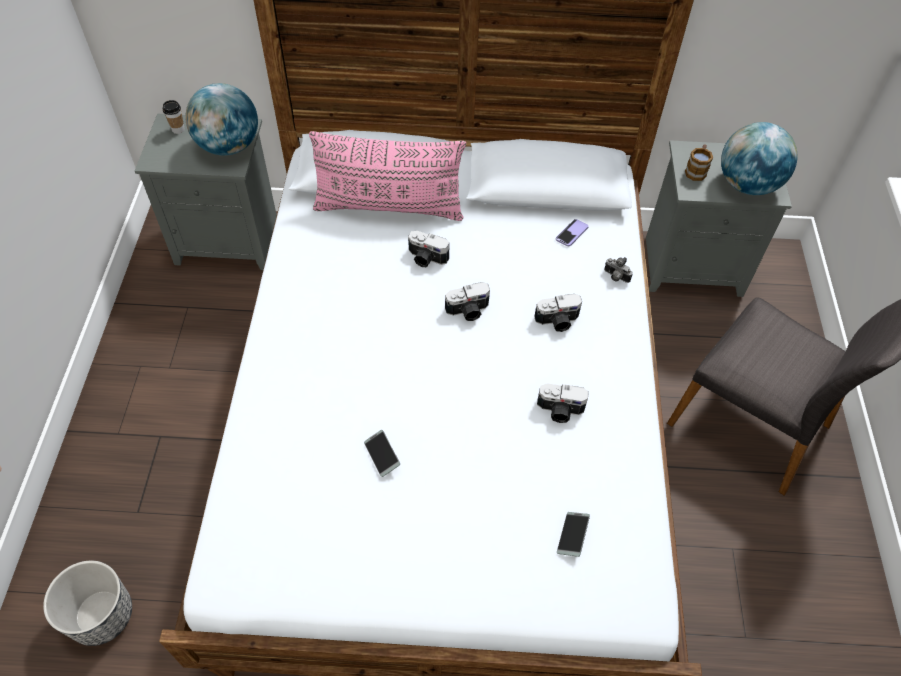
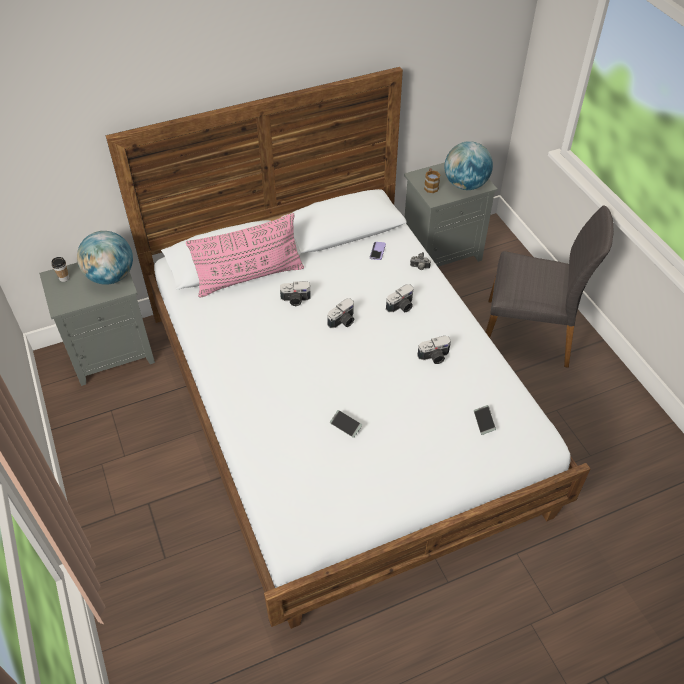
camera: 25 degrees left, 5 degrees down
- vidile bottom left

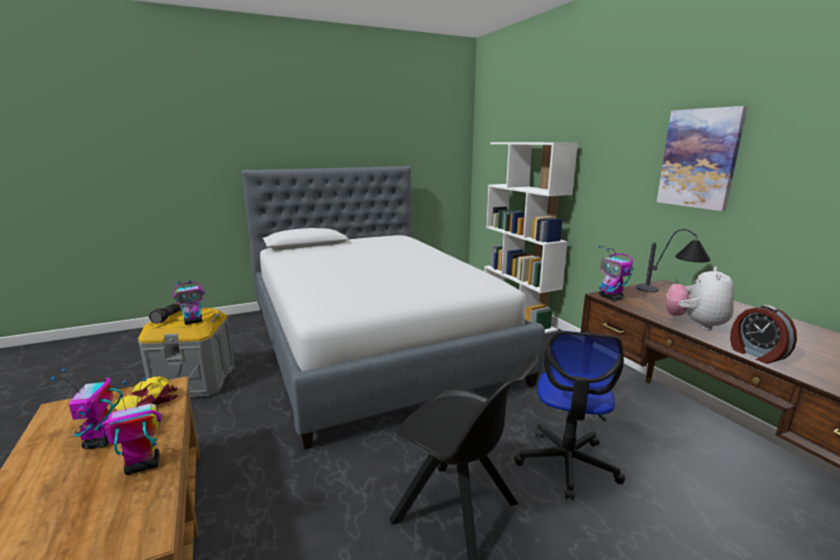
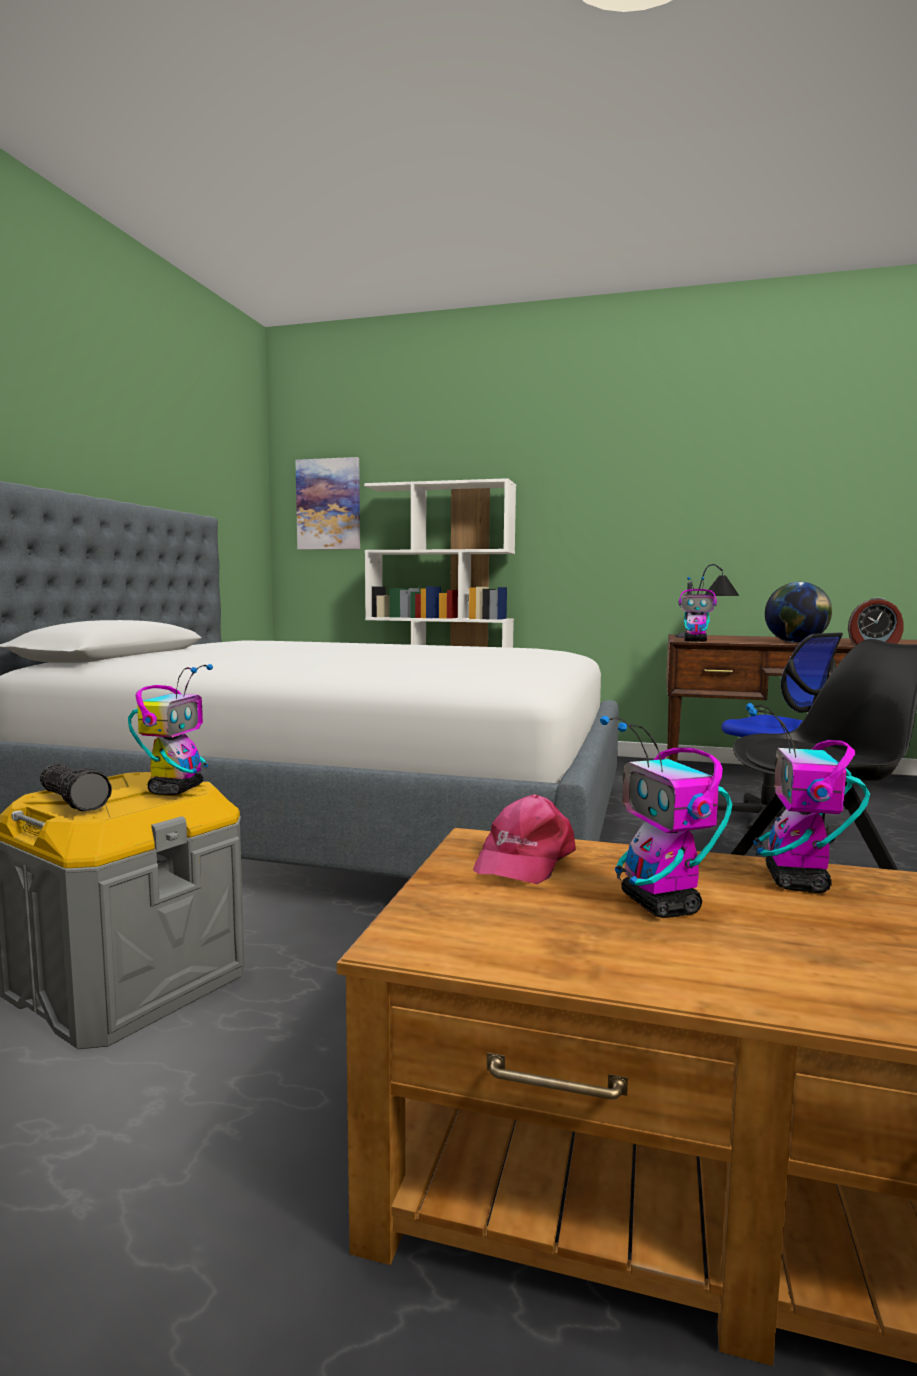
camera: 50 degrees left, 10 degrees down
~ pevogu top right to centre
~ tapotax middle right to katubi middle right
~ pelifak (no. 1 from left in the first image) bottom left = middle right 45 degrees clockwise
~ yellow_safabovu bottom left to pink_safabovu centre

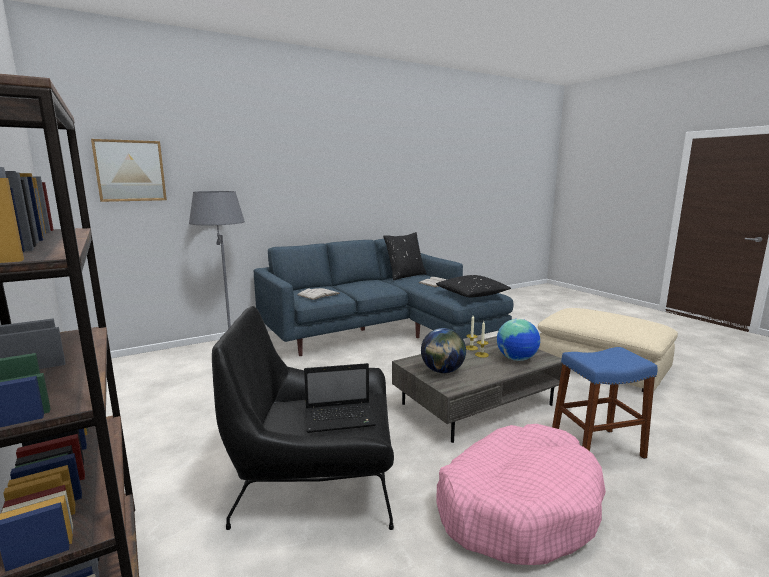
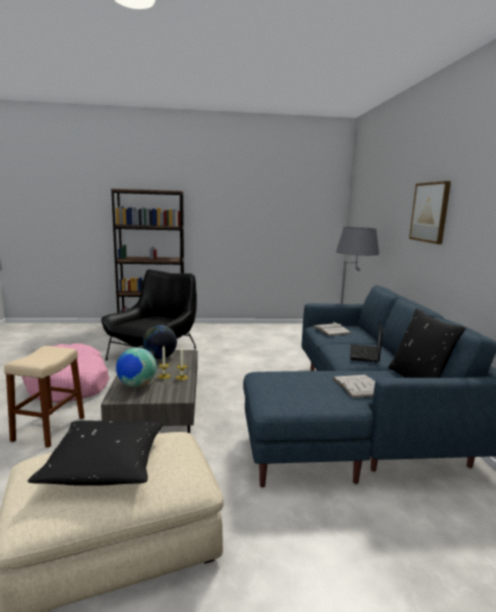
camera: 115 degrees right, 0 degrees up
~ pevogu top left to middle right
~ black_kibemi (no. 2 from left in the first image) centre to black_kibemi (no. 1 from left) bottom left
~ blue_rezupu bottom right to beige_rezupu middle left
~ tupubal bottom centre to middle right

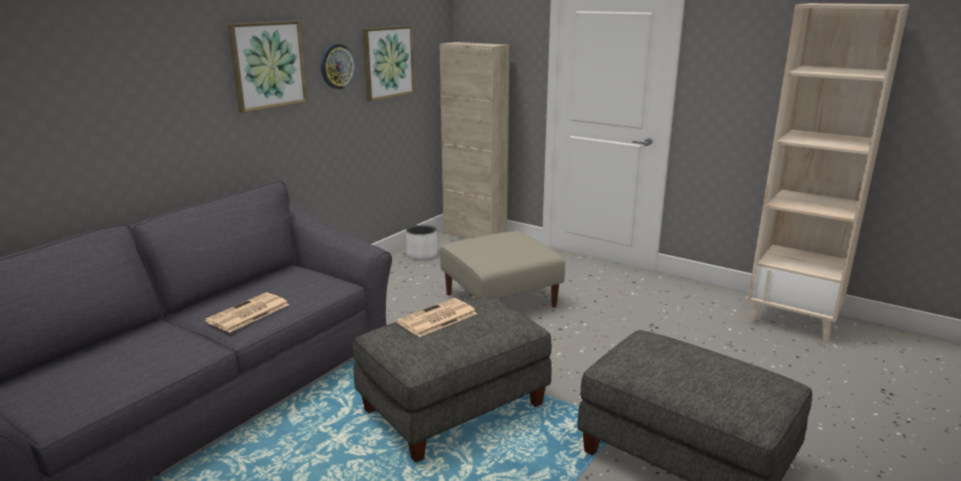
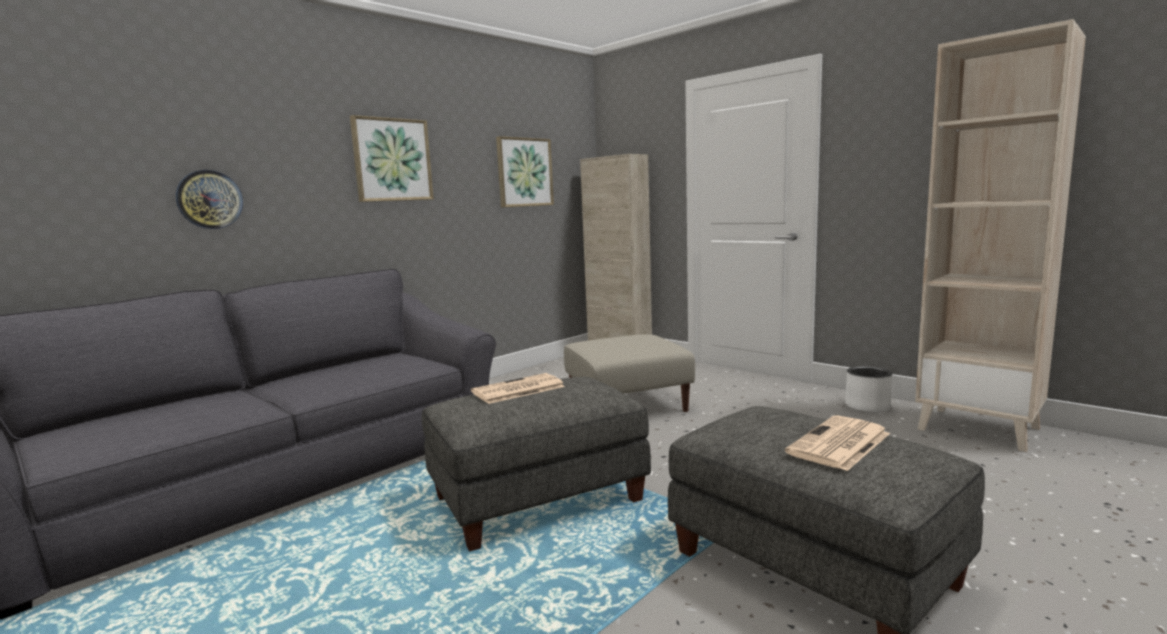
camera: 10 degrees right, 10 degrees down
~ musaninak top centre to top left
~ white_vidile centre to middle right
~ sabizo (no. 1 from left in the first image) middle left to sabizo (no. 2 from left) bottom right

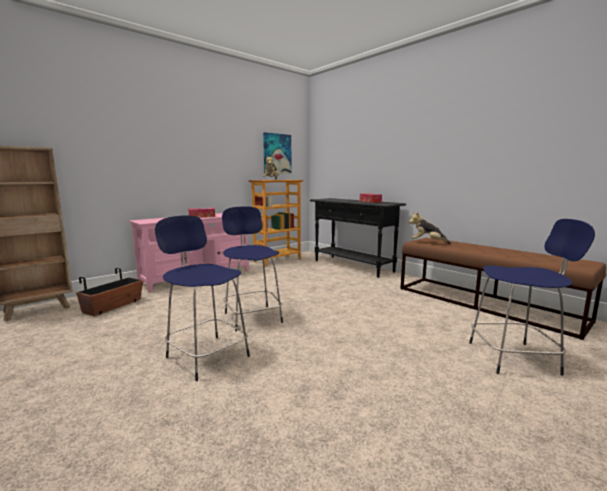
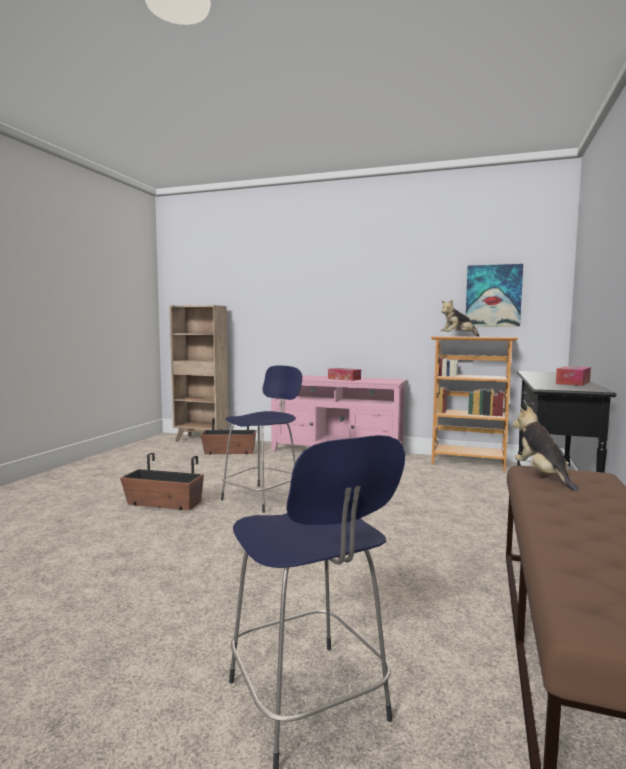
camera: 60 degrees right, 5 degrees down
~ blue_rezupu (no. 1 from left) middle left to vidile (no. 1 from left) middle left

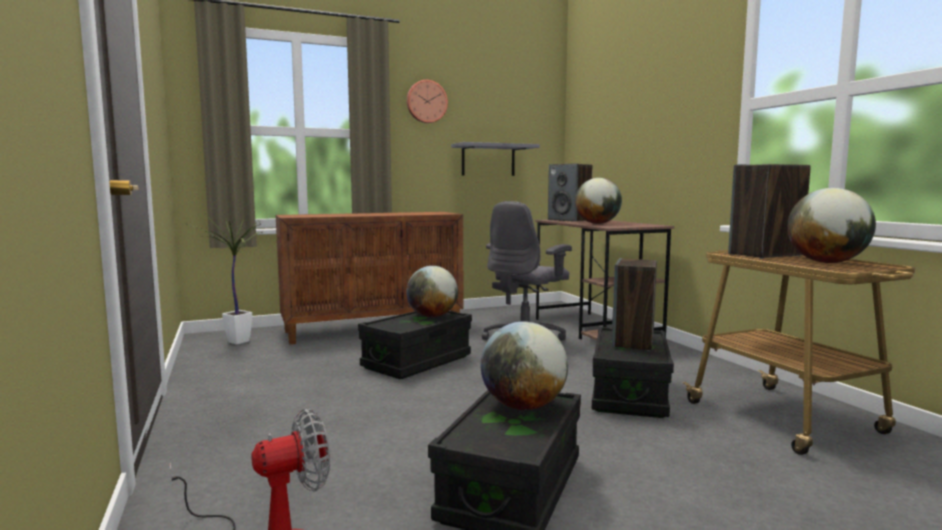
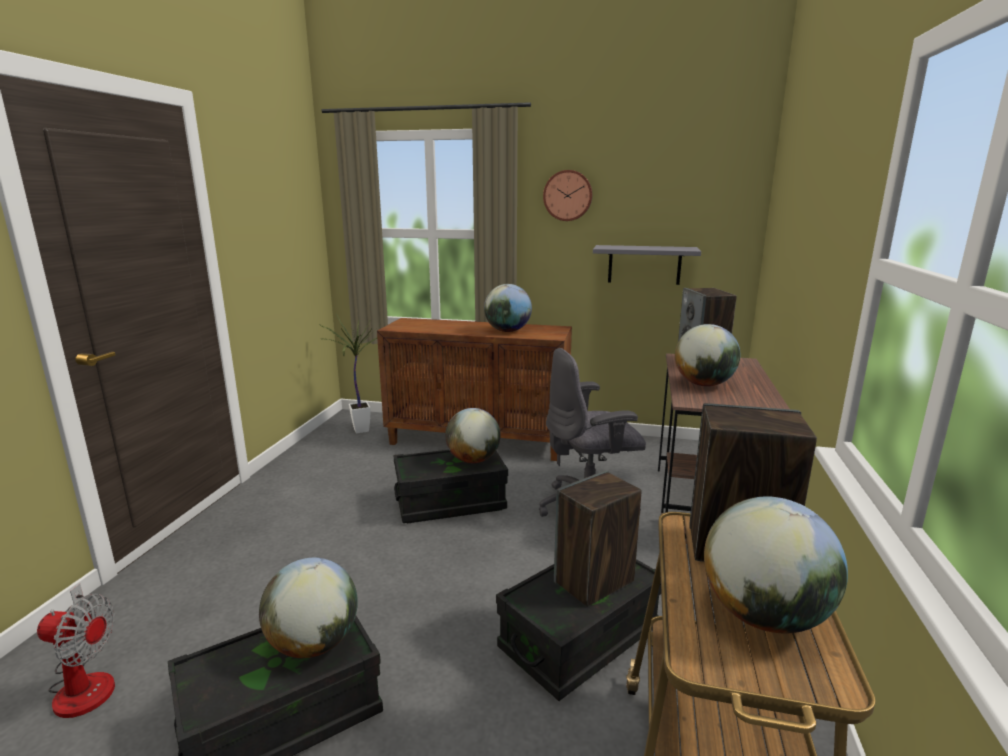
camera: 35 degrees right, 10 degrees up
+ katubi (no. 3 from left) centre

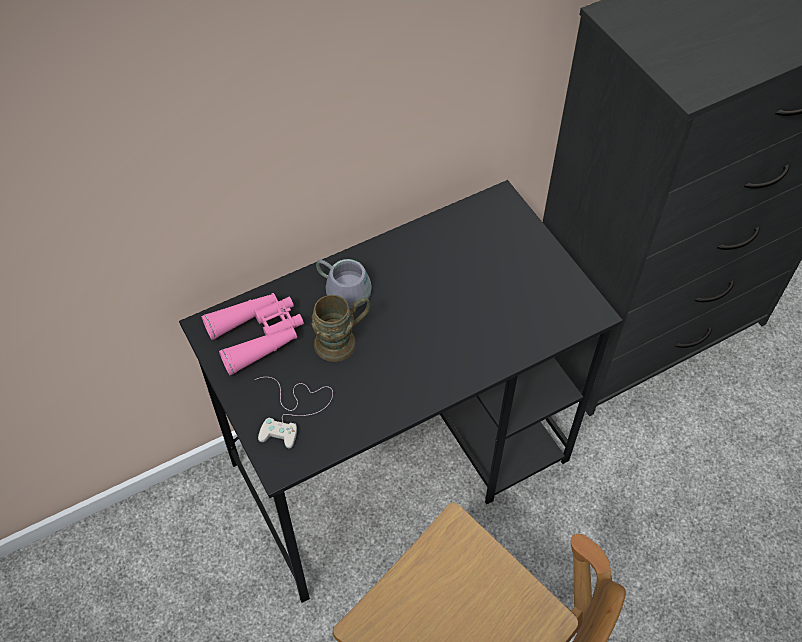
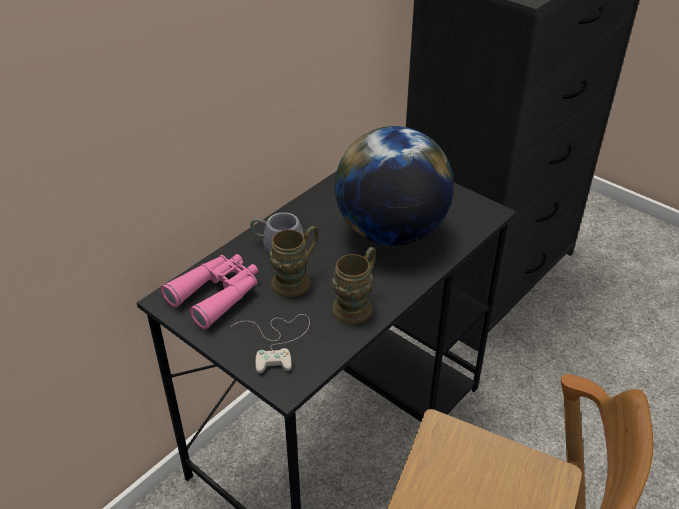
camera: 20 degrees left, 15 degrees down
+ katubi centre
+ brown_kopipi (no. 2 from left) centre

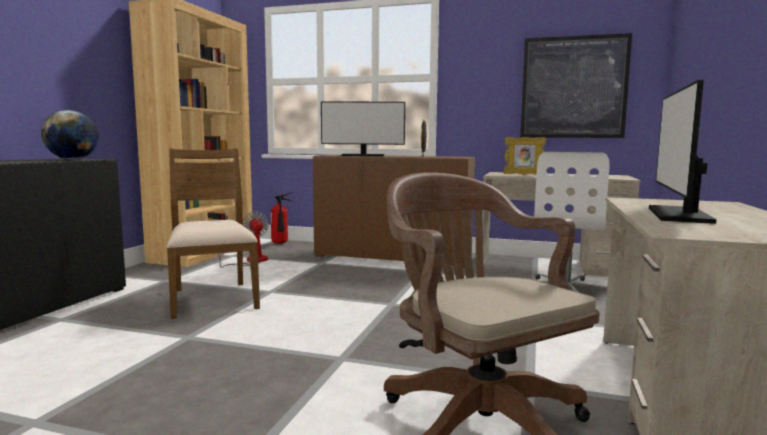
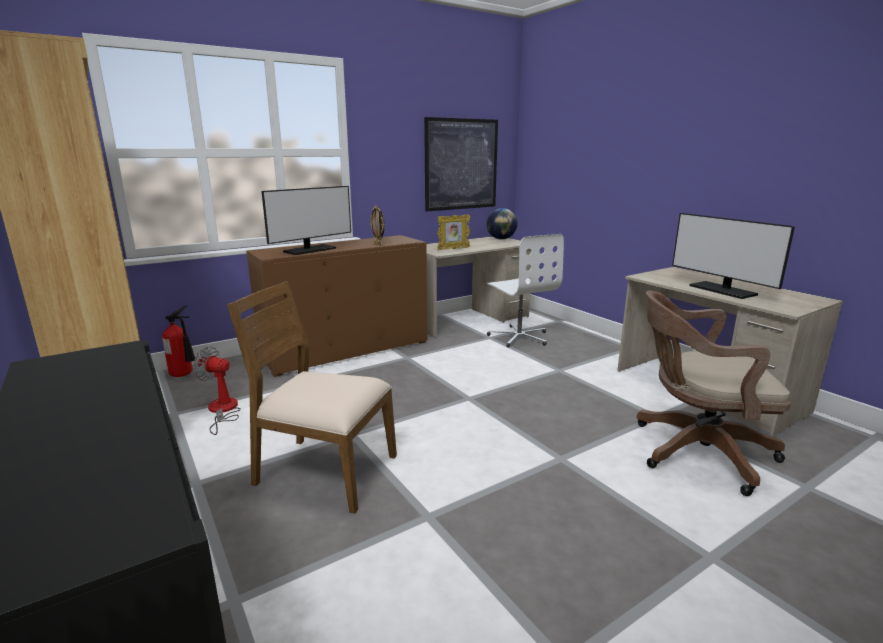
camera: 50 degrees left, 10 degrees up
~ katubi top left to centre

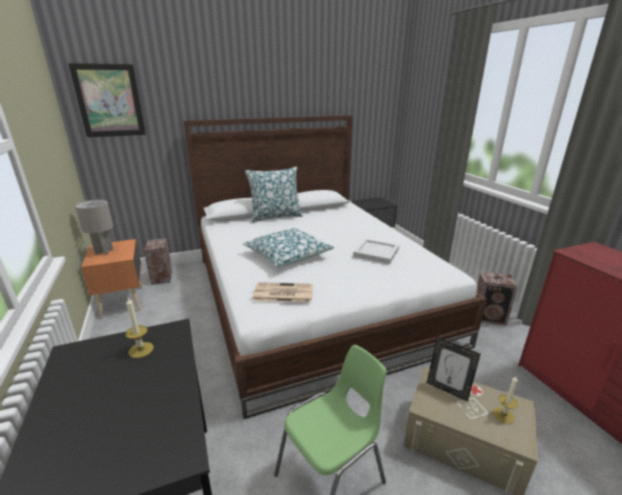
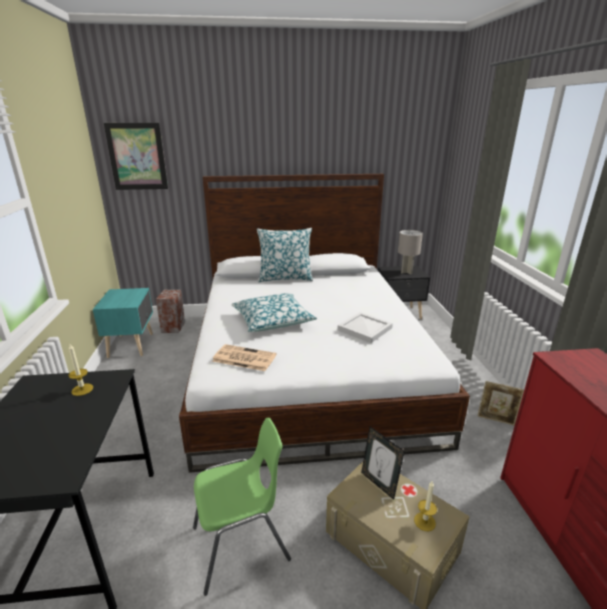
camera: 15 degrees right, 0 degrees up
~ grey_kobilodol middle left to middle right
~ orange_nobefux middle left to turquoise_nobefux middle left
~ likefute (no. 2 from left) middle right to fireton (no. 2 from left) middle right

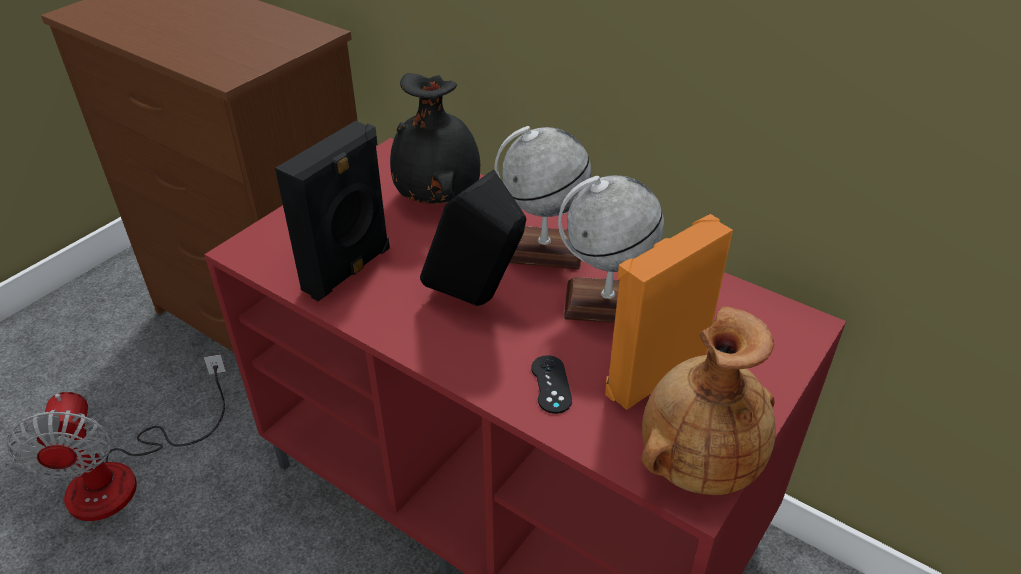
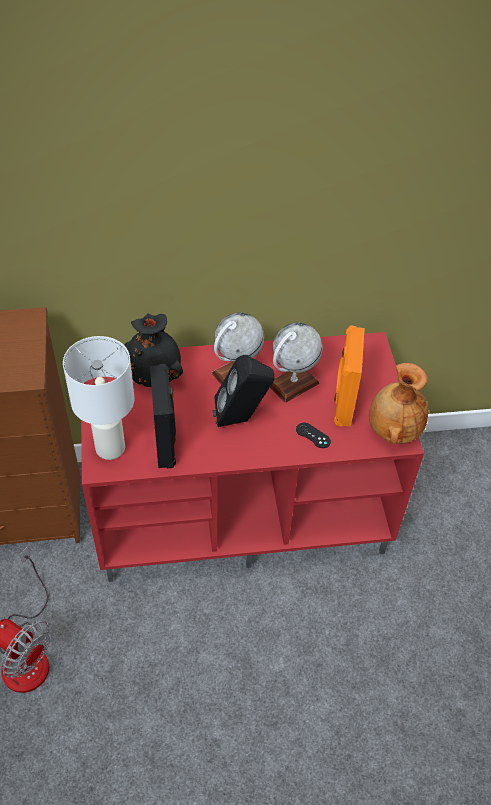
camera: 45 degrees left, 10 degrees up
+ white_kobilodol middle left

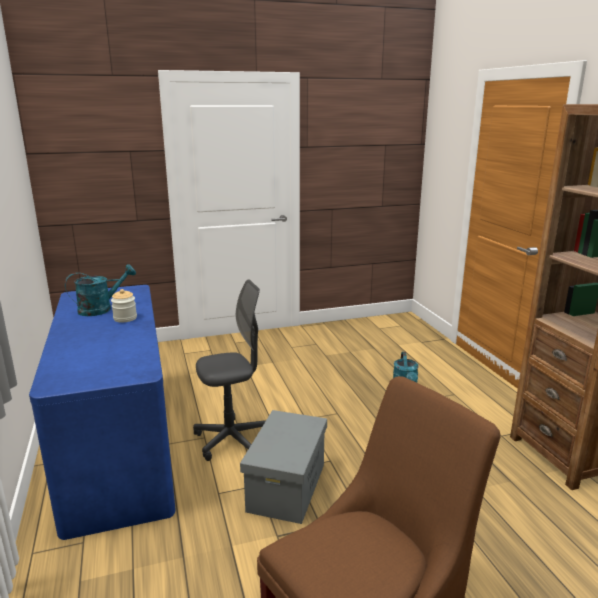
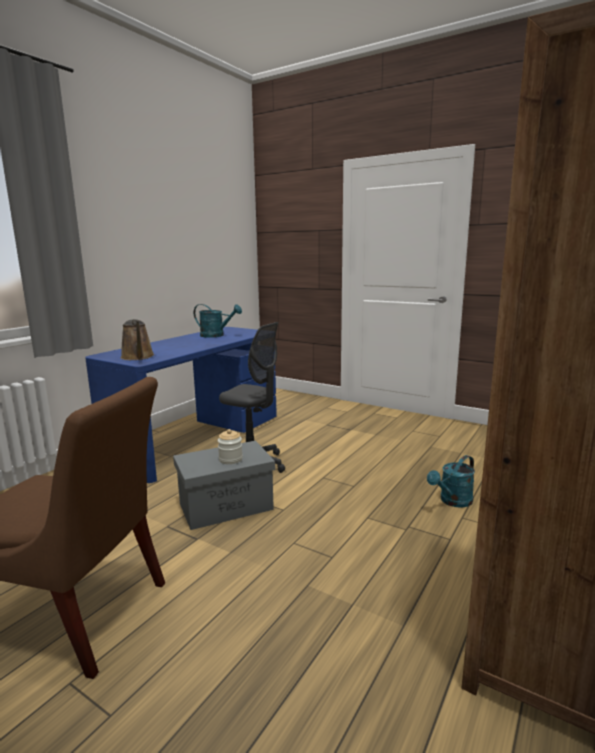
camera: 50 degrees right, 5 degrees down
~ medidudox middle left to centre
+ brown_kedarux middle left

